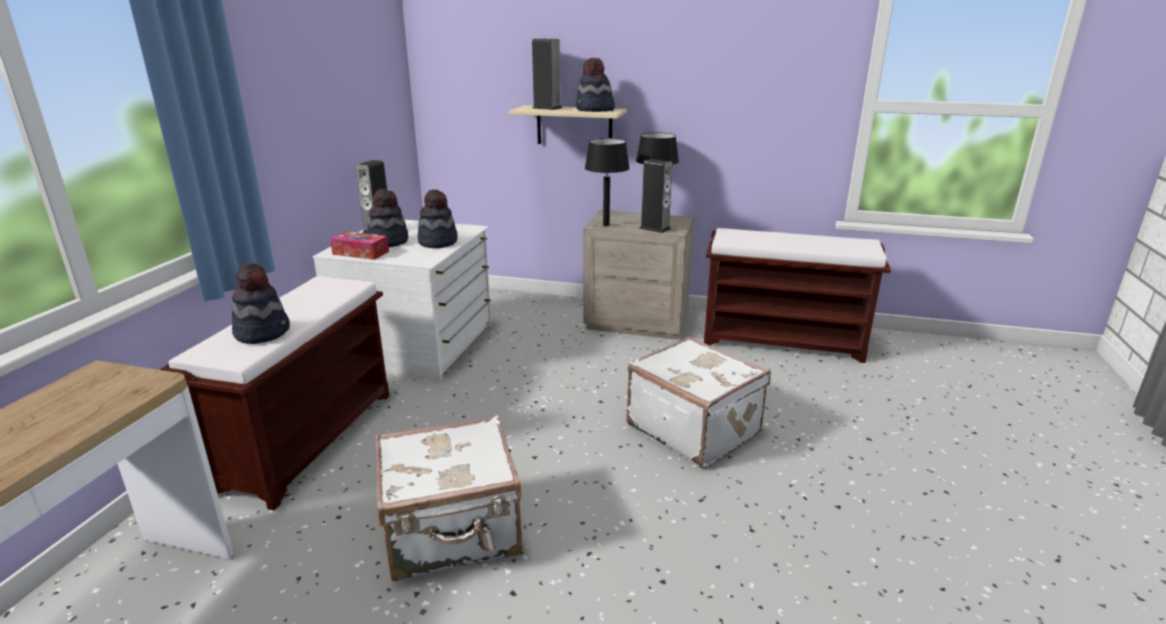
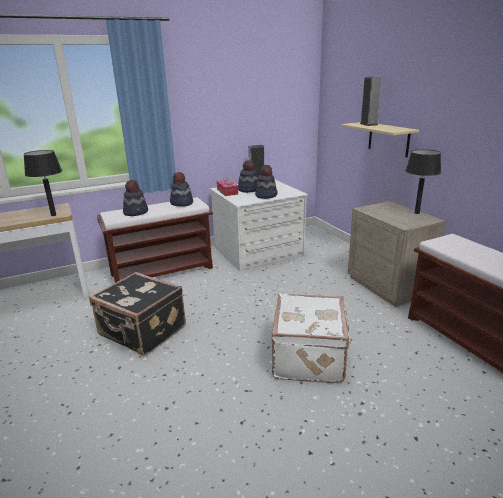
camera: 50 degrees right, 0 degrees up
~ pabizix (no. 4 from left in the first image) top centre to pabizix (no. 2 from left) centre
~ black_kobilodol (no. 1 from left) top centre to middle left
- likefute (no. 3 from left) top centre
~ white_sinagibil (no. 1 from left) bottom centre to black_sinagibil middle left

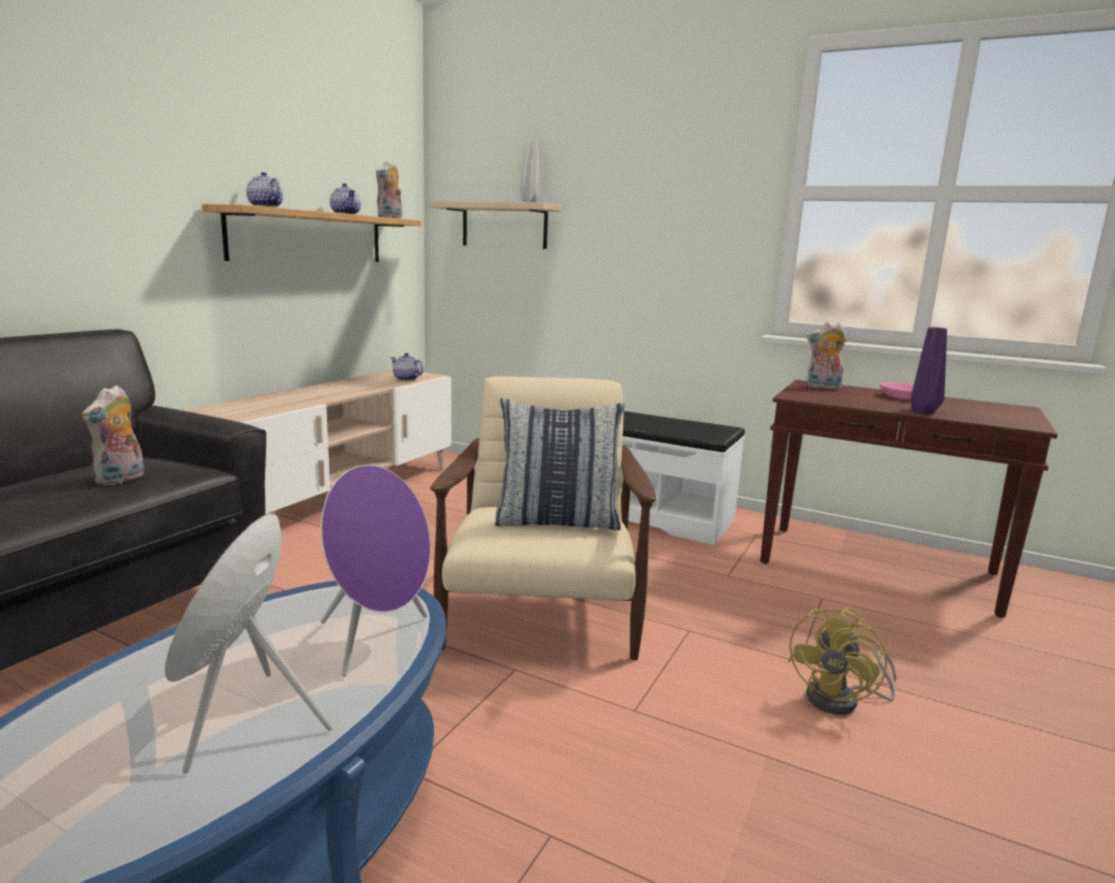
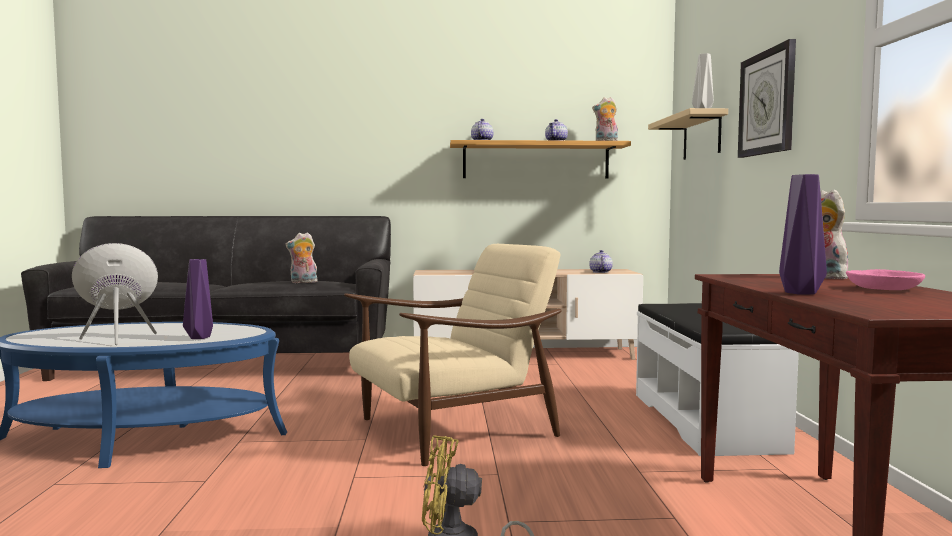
camera: 60 degrees right, 10 degrees down
- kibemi centre
~ purple_likefute (no. 2 from left) centre to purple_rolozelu (no. 1 from left) middle left
+ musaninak top right

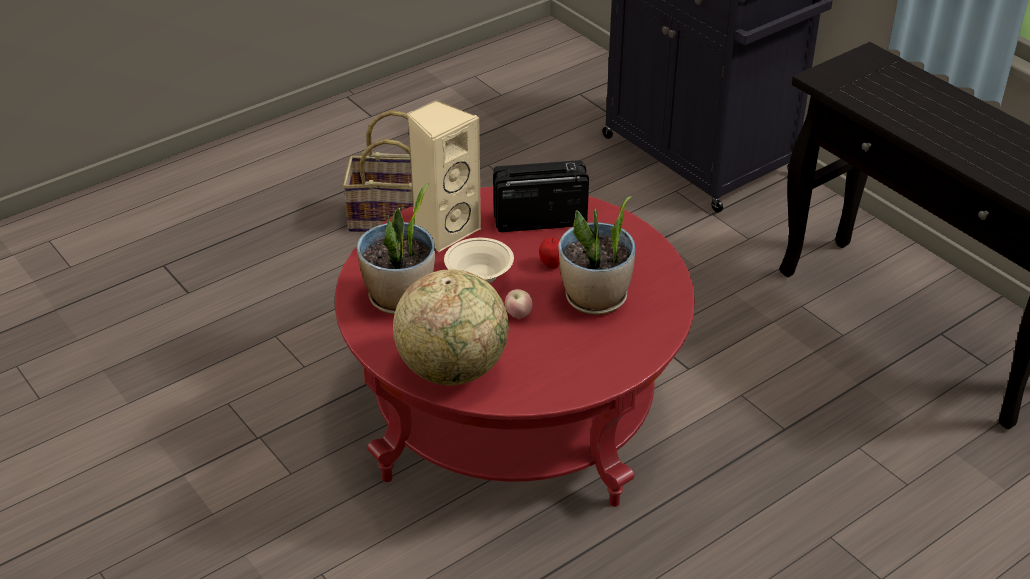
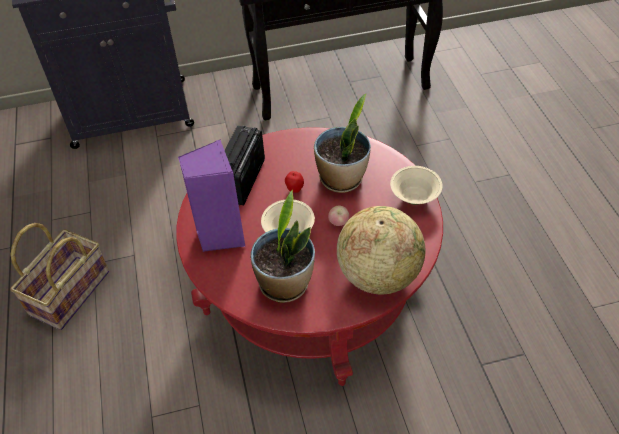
camera: 65 degrees left, 10 degrees up
~ beige_likefute top centre to purple_likefute centre
+ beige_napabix (no. 2 from left) middle right

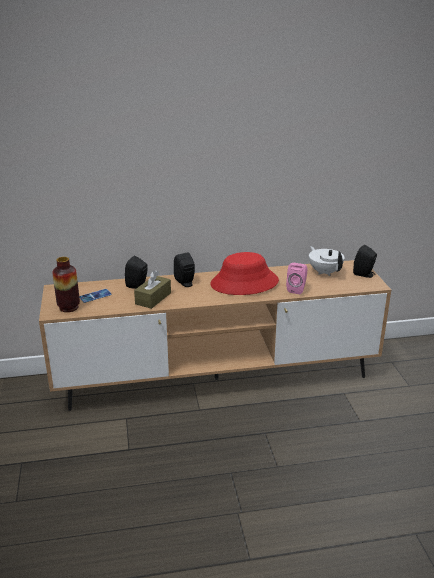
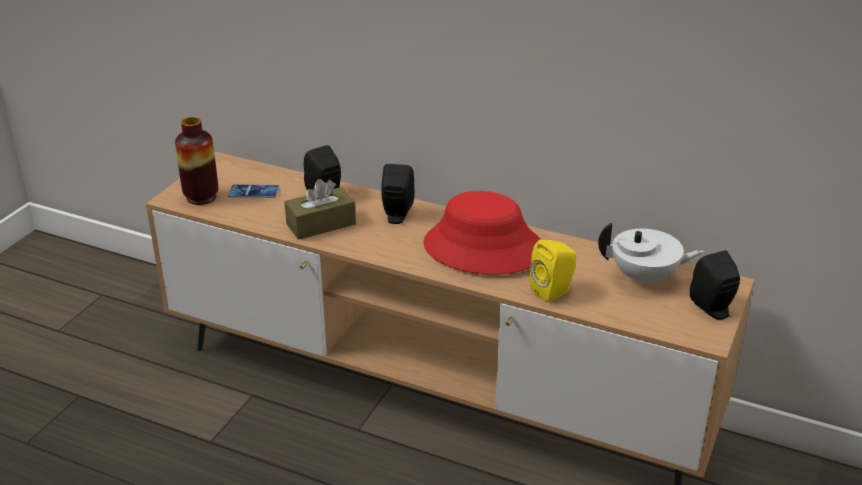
camera: 35 degrees right, 5 degrees up
~ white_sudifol middle right = middle right 90 degrees clockwise
~ pink_likefute middle right to yellow_likefute centre

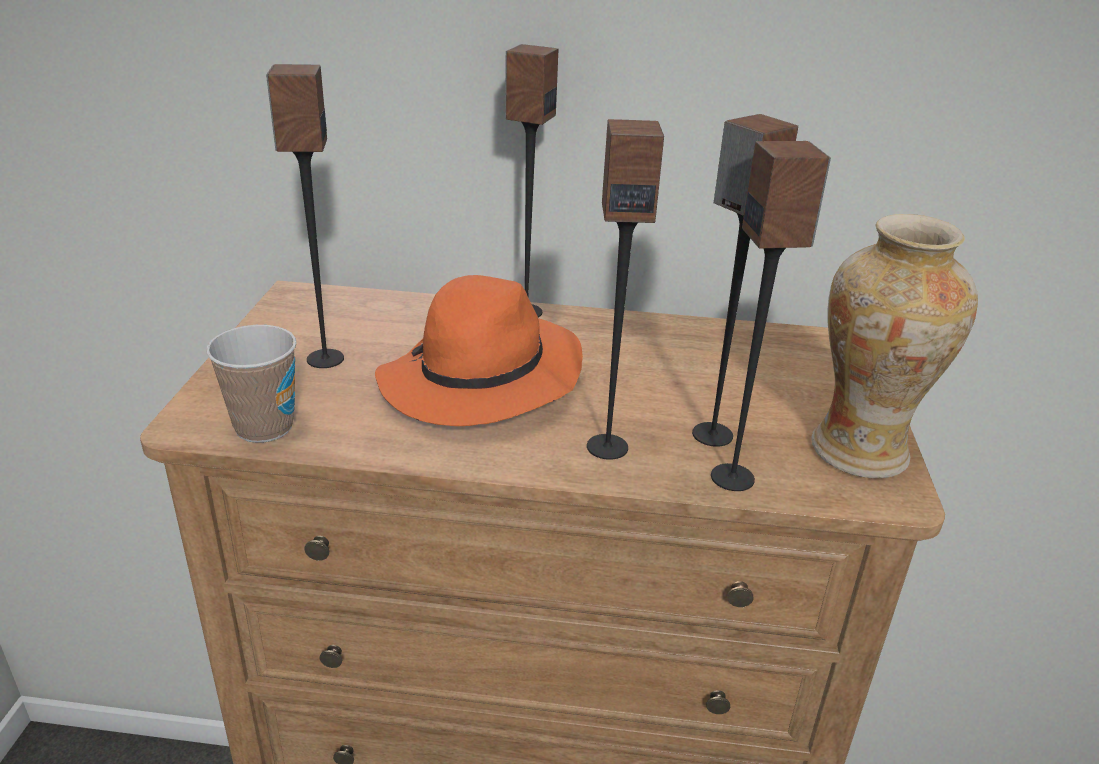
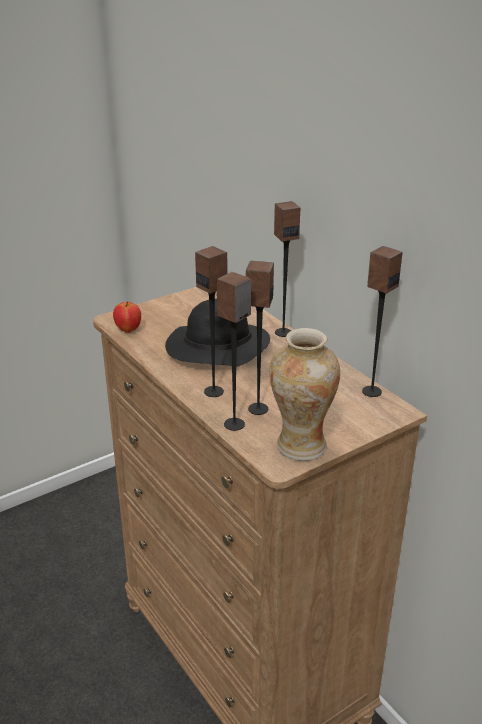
camera: 50 degrees right, 0 degrees up
~ likefute (no. 1 from left in the first image) top left to likefute (no. 5 from left) middle right
~ orange_pabizix centre to black_pabizix centre
~ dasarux middle left to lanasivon middle left

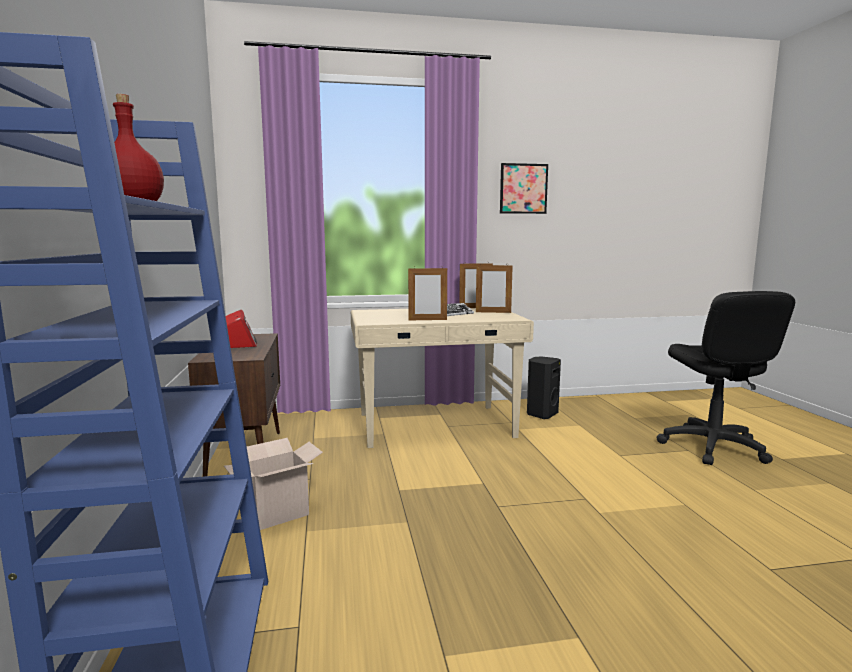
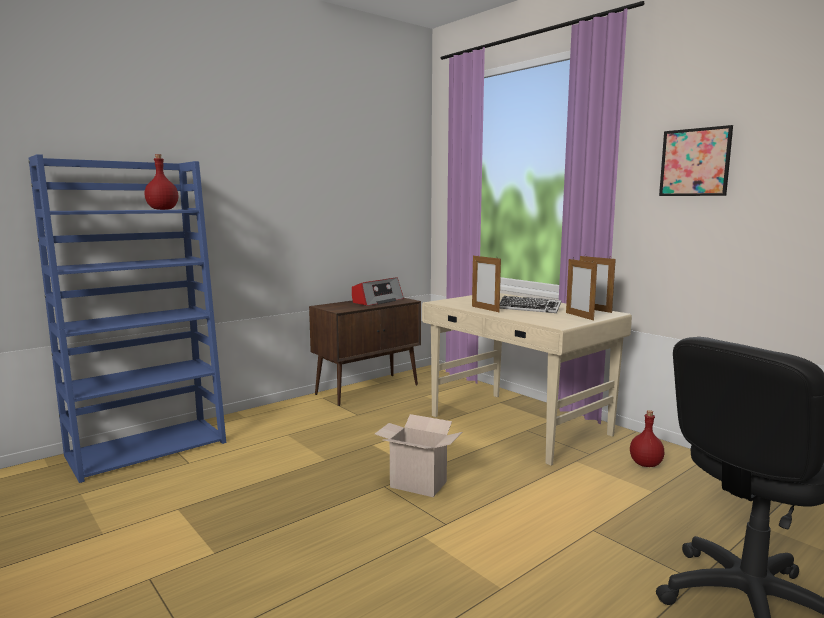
camera: 60 degrees right, 0 degrees up
~ black_likefute centre to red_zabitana (no. 2 from left) bottom right
~ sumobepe bottom left to bottom centre

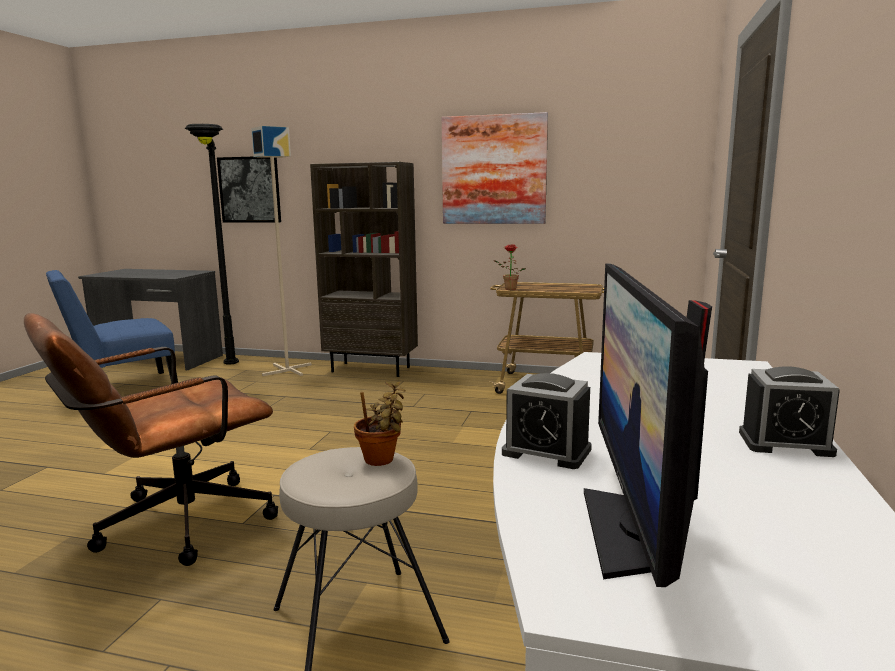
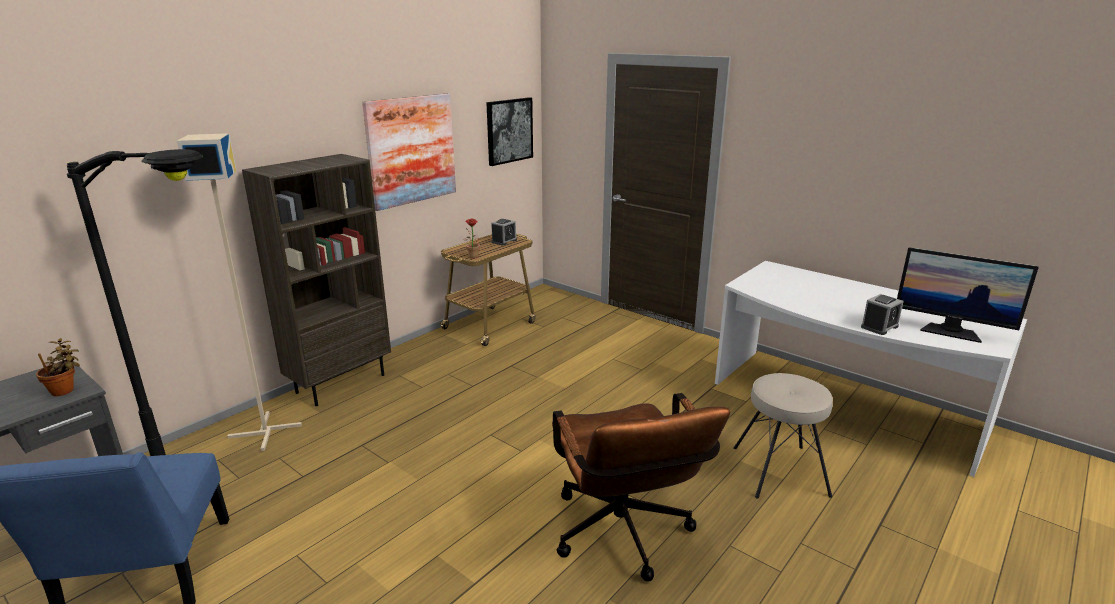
camera: 65 degrees left, 10 degrees up
~ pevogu (no. 1 from left in the first image) top left to pevogu (no. 2 from left) top centre
~ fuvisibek (no. 2 from left in the first image) middle right to fuvisibek (no. 1 from left) centre
~ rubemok (no. 1 from left) centre to middle left

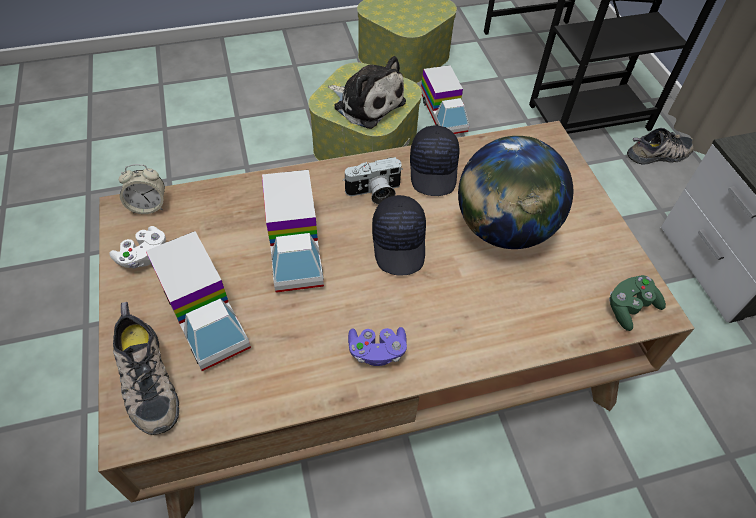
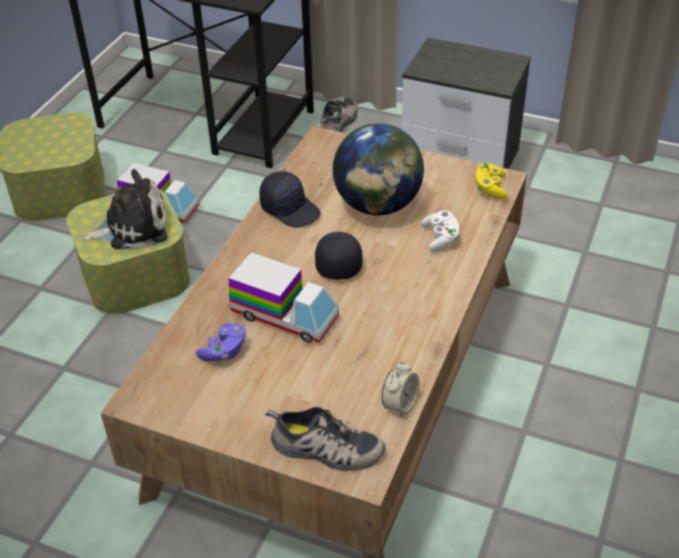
camera: 50 degrees left, 10 degrees down
- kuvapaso centre
~ fuvisibek middle left to bottom centre
~ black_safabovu (no. 1 from left in the first image) centre = centre 120 degrees counterclockwise
~ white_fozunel middle left to centre
- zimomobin (no. 1 from left) middle left
~ green_fozunel middle right to yellow_fozunel top right
~ purple_fozunel bottom centre to middle left

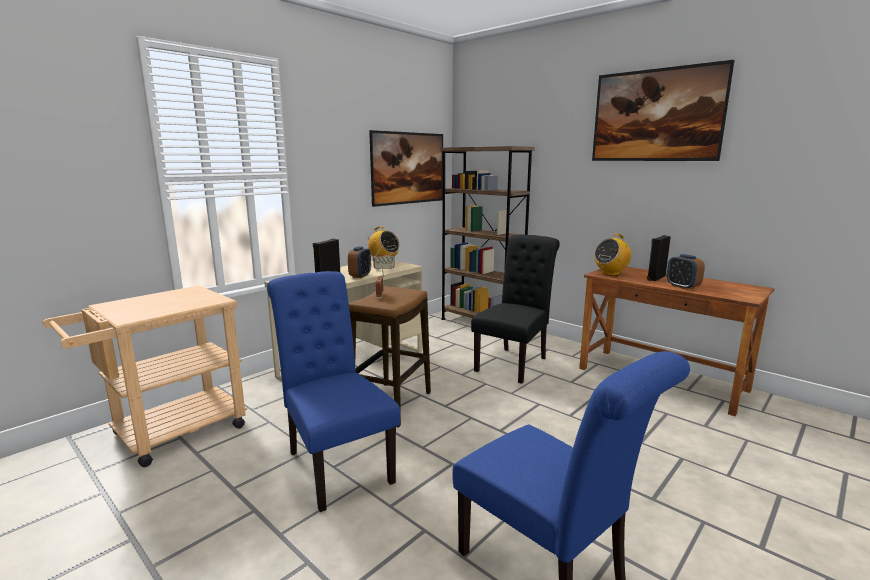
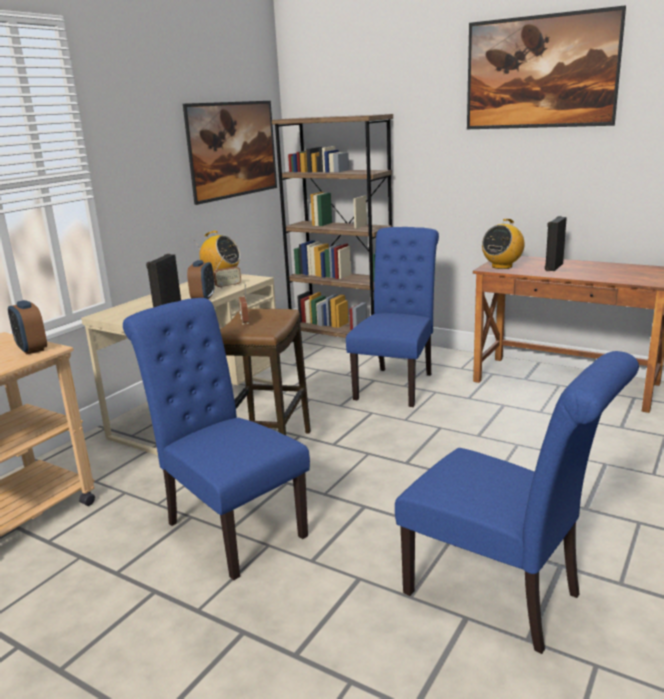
camera: 10 degrees left, 5 degrees up
~ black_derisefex centre to blue_derisefex (no. 2 from left) centre
~ fuvisibek (no. 2 from left in the first image) middle right to fuvisibek (no. 1 from left) middle left

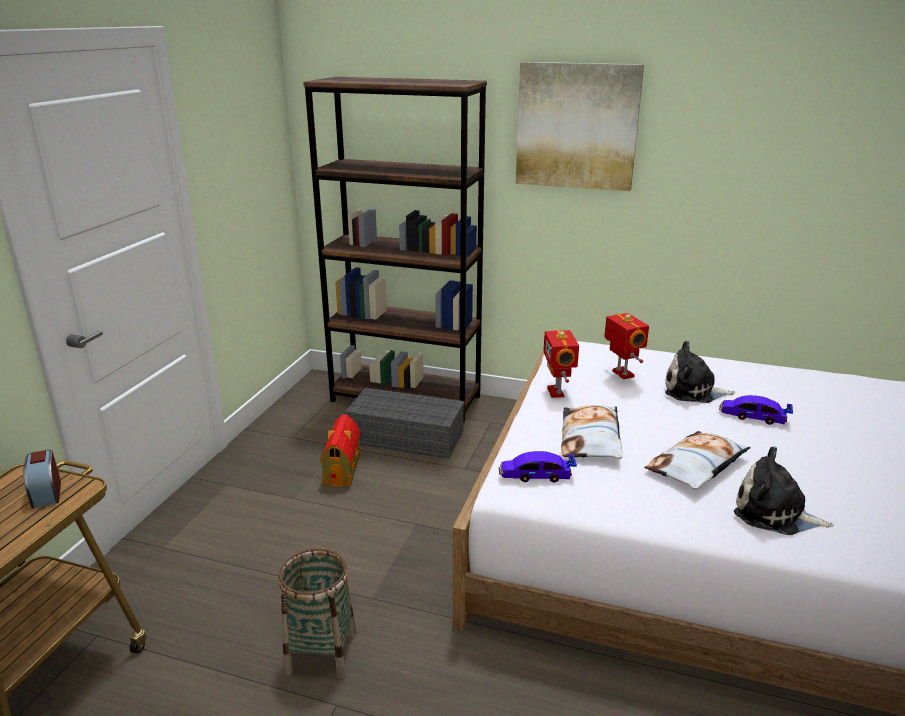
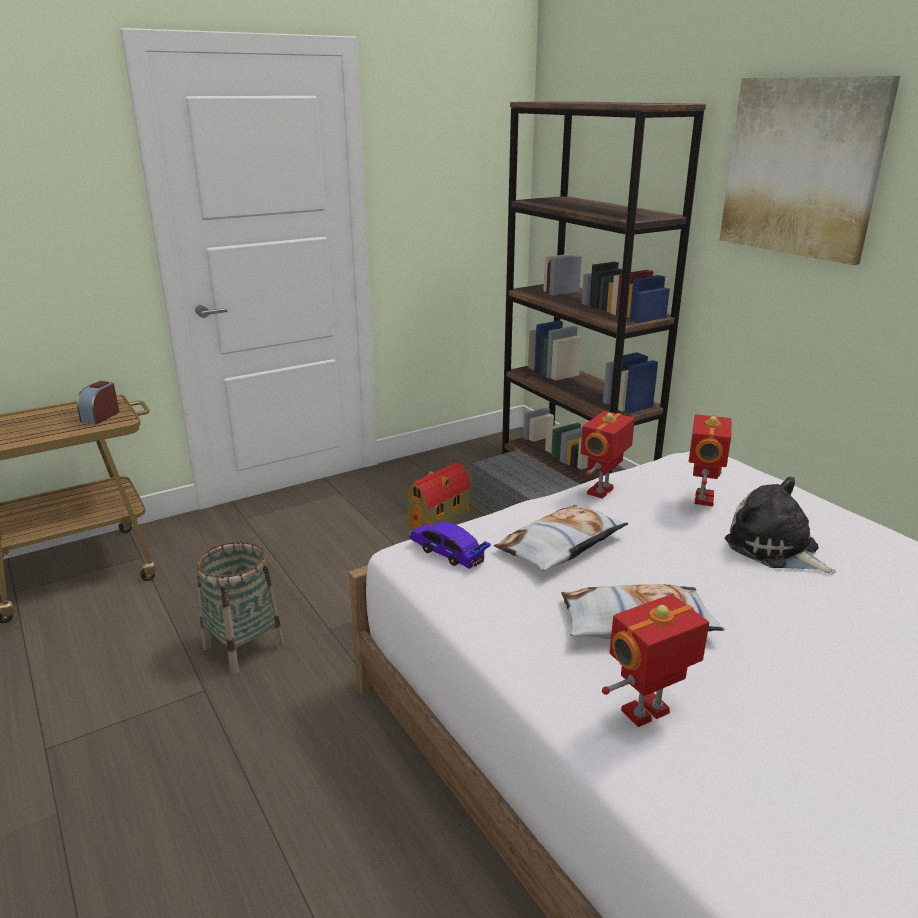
camera: 40 degrees right, 0 degrees up
- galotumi (no. 2 from left) middle right
~ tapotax (no. 2 from left) bottom right to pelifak (no. 2 from left) bottom right

